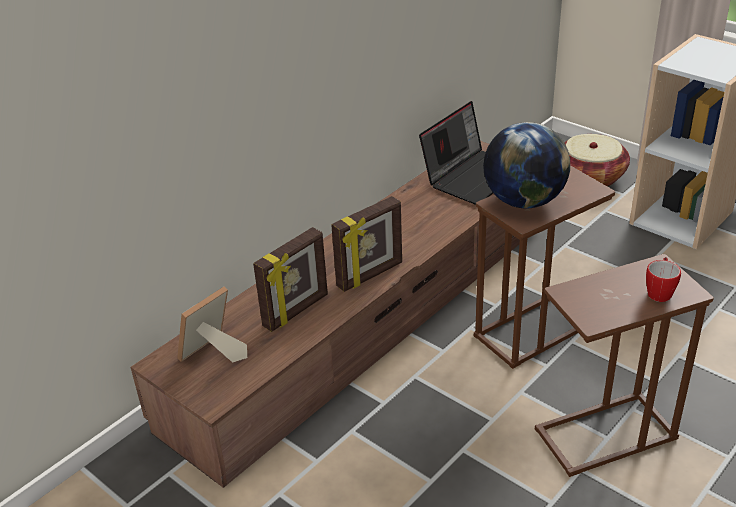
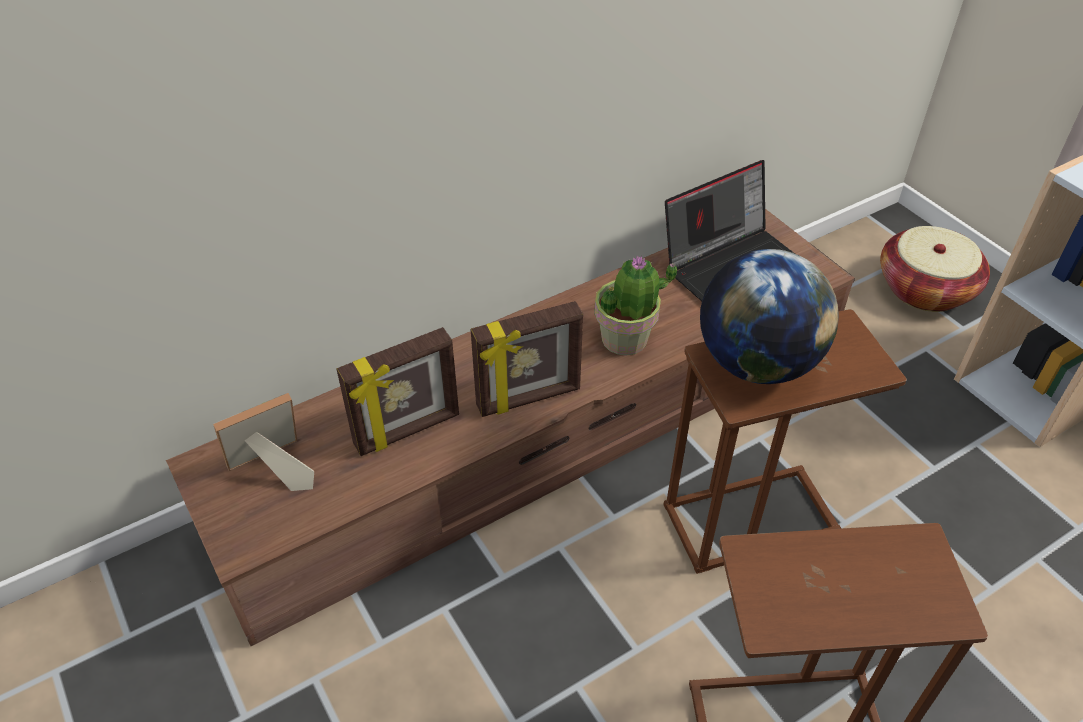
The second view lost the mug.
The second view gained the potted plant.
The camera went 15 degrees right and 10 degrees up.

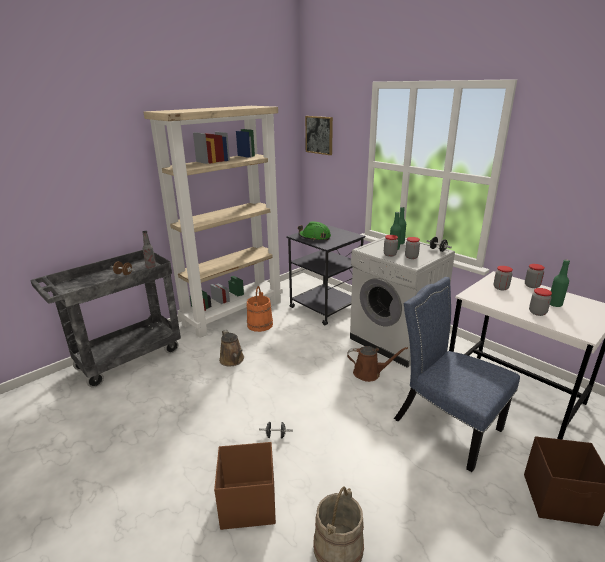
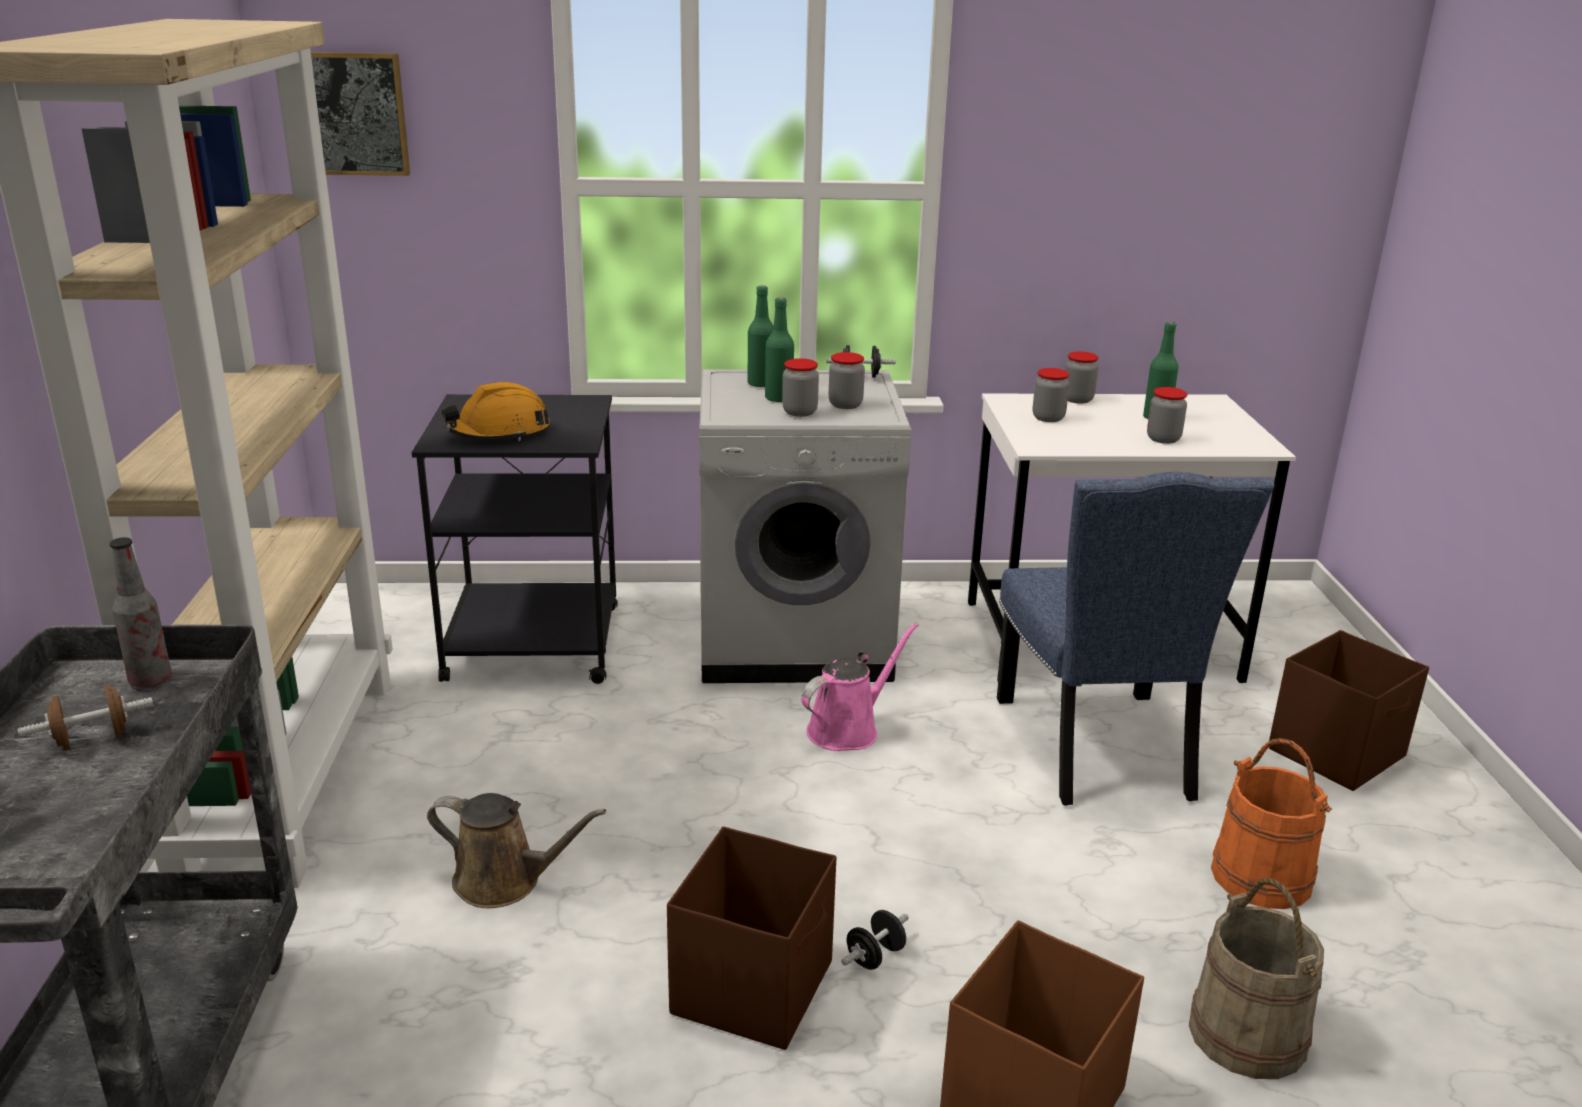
The orange bucket ended up elsewhere.
What was the green hard hat turned into the orange hard hat.
What was the brown watering can (no. 2 from left) turned into the pink watering can.
The blue chair ended up facing another way, 90 degrees counterclockwise from before.
The second view gained the brown storage box (no. 1 from left).
The camera went 50 degrees left and 0 degrees up.

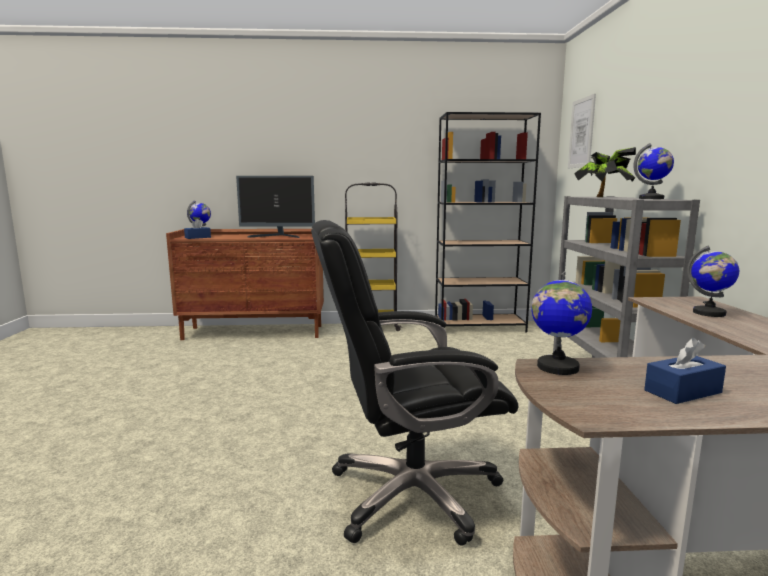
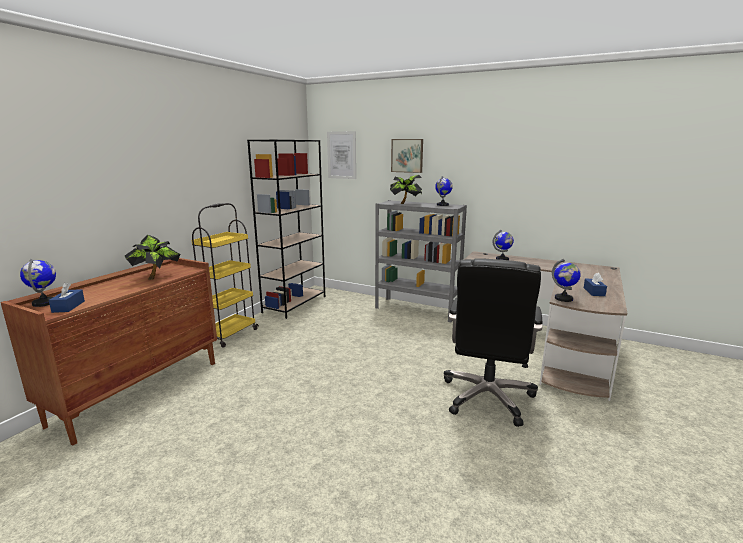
Where the monitor stood, the potted plant (no. 1 from left) came to stand.
The second view gained the picture (no. 2 from left).
The camera went 60 degrees left and 5 degrees up.

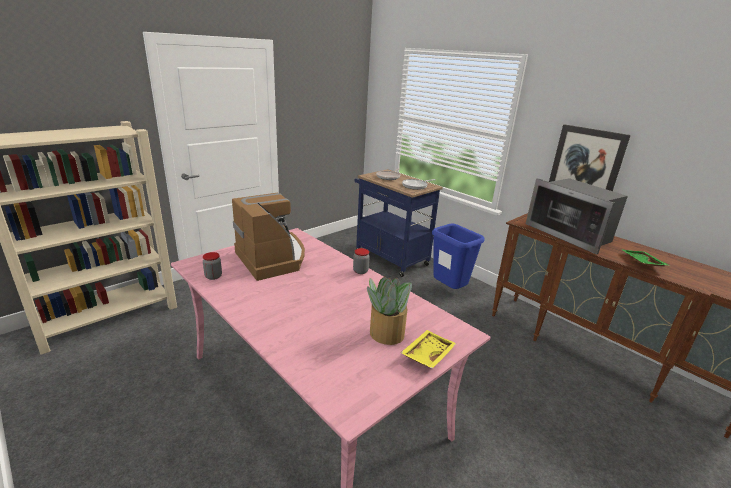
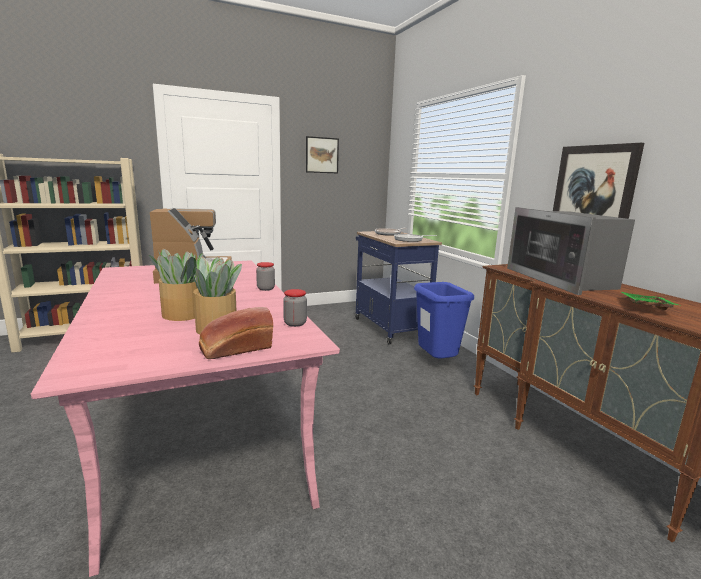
The jar (no. 1 from left in the first image) ended up elsewhere.
Where the yellow tray stood, the bread came to stand.
The second view gained the potted plant (no. 1 from left).
The second view gained the picture (no. 1 from left).
The camera went 20 degrees right and 10 degrees down.

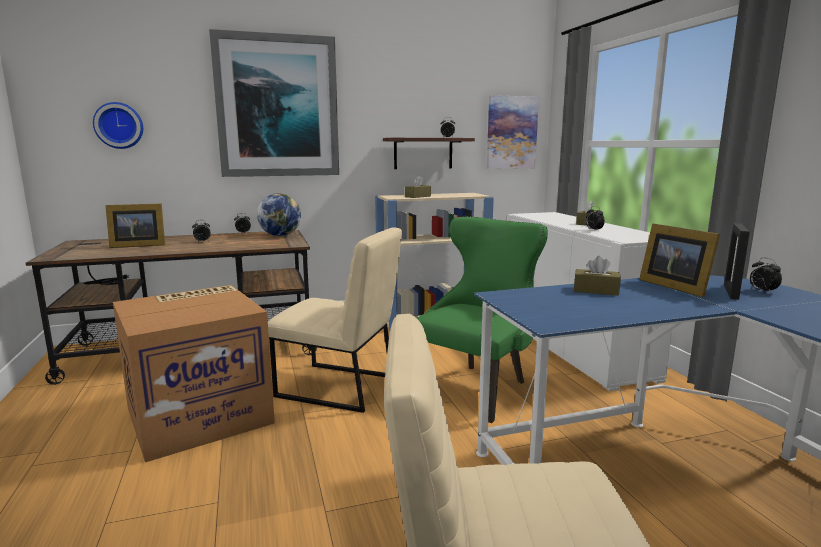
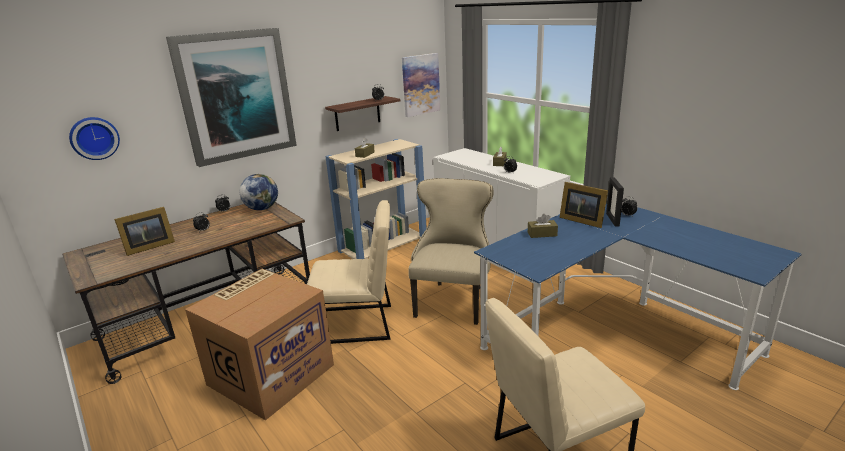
What was the green chair turned into the beige chair (no. 2 from left).
The camera went 20 degrees left and 10 degrees up.

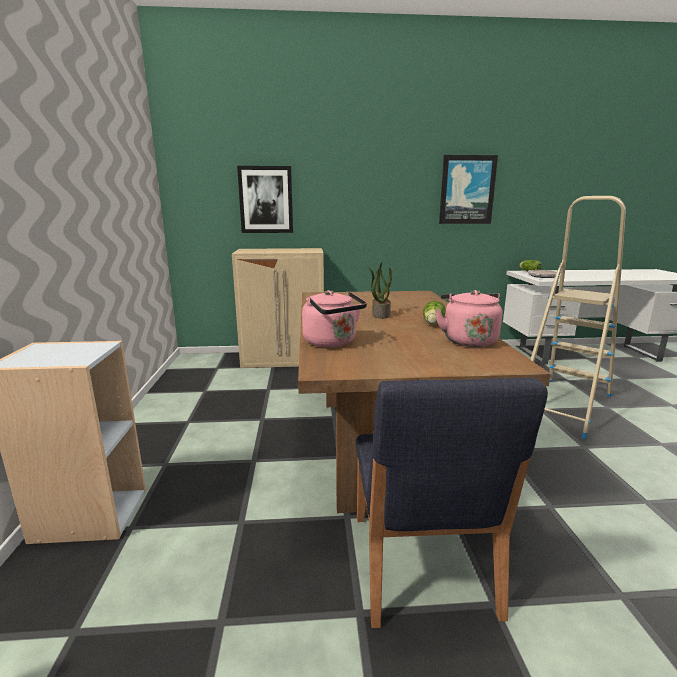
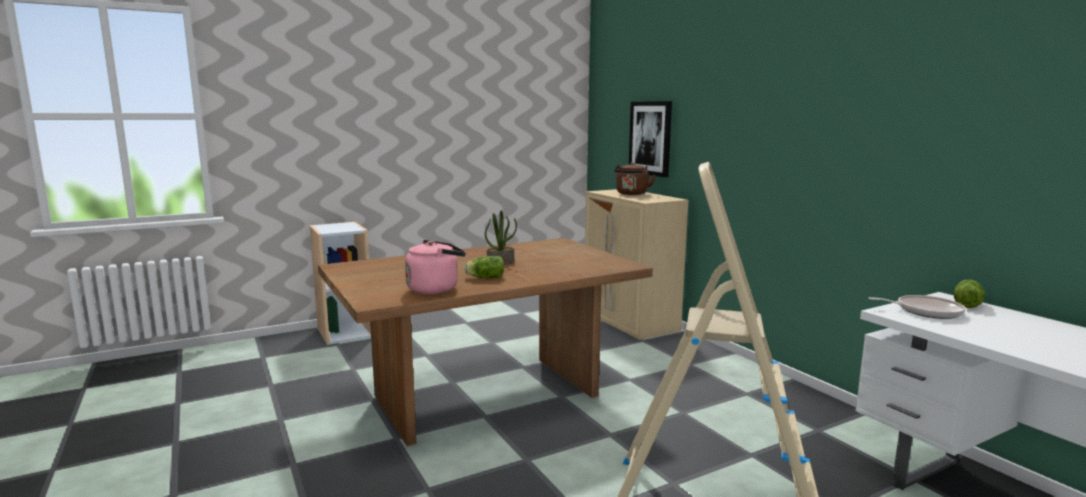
The second view lost the pink kettle (no. 1 from left).
The second view lost the blue chair.
The second view lost the picture (no. 2 from left).
The second view gained the brown kettle.
The camera went 65 degrees right and 5 degrees down.

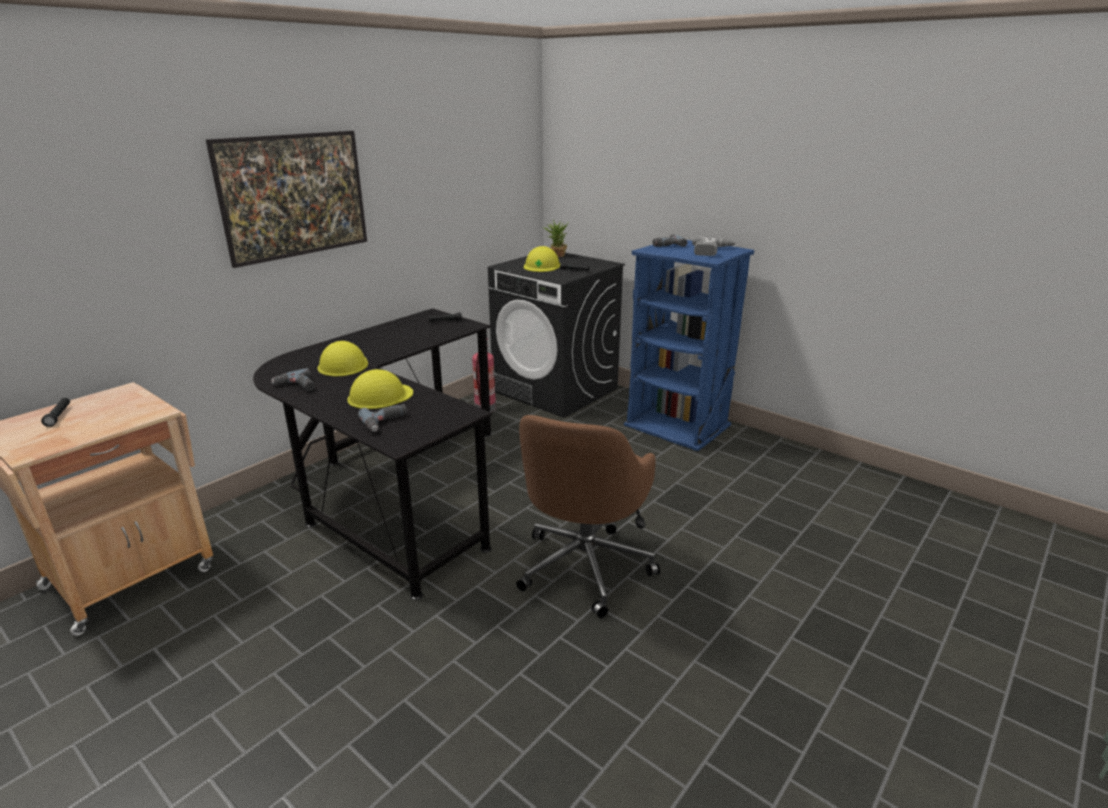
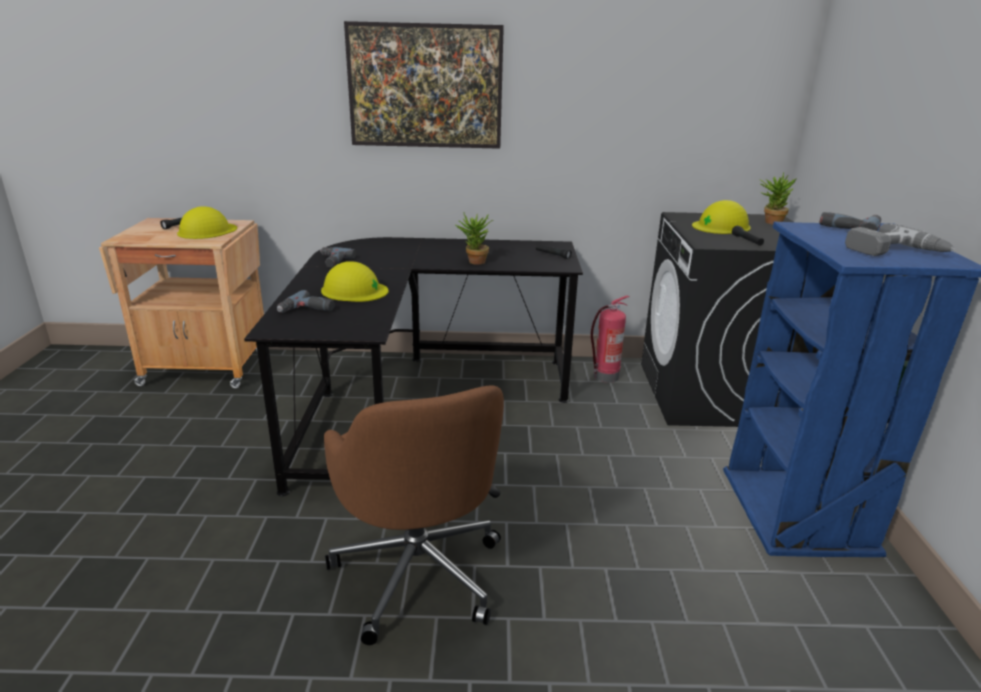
The yellow hard hat (no. 1 from left) ended up elsewhere.
The brown office chair ended up facing another way, 90 degrees counterclockwise from before.
The second view gained the potted plant (no. 1 from left).
The camera went 50 degrees right and 0 degrees up.

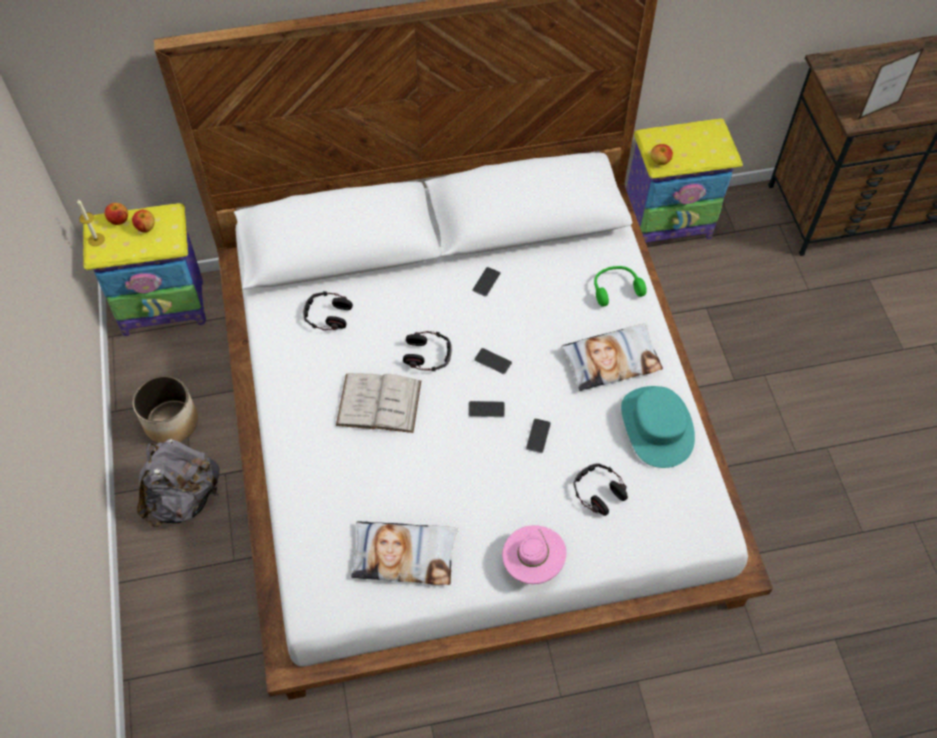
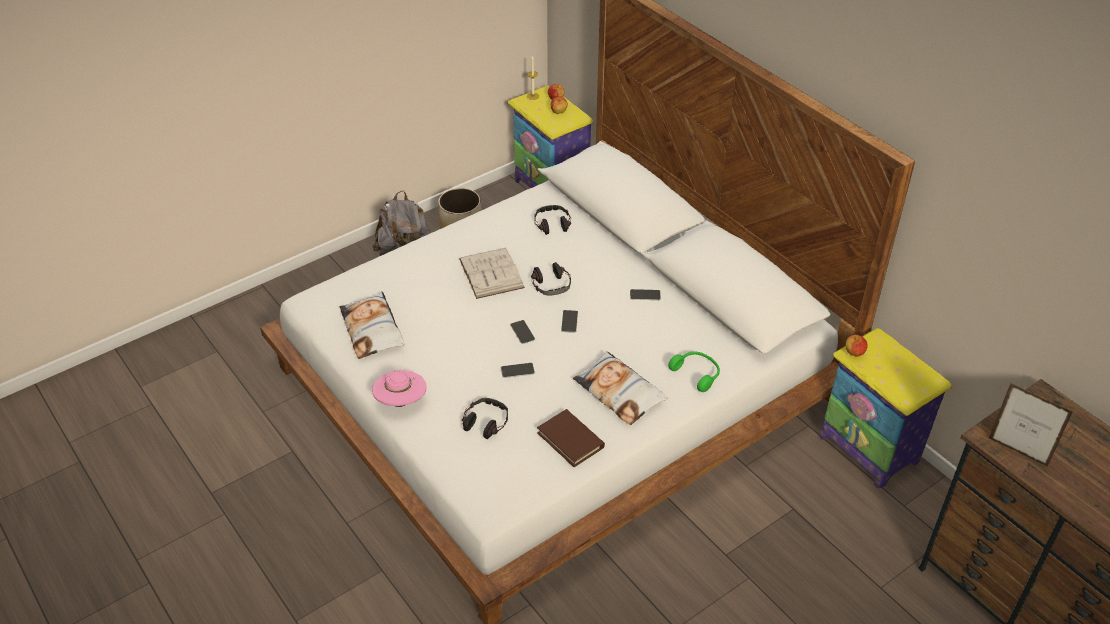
Where the turquoise hat stood, the brown book came to stand.
The camera went 65 degrees right and 15 degrees down.

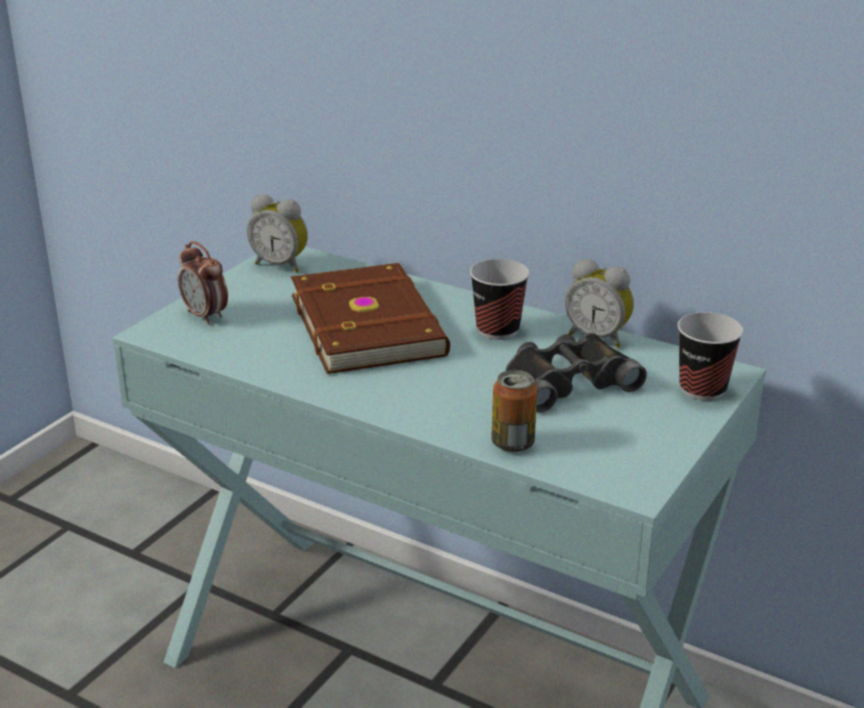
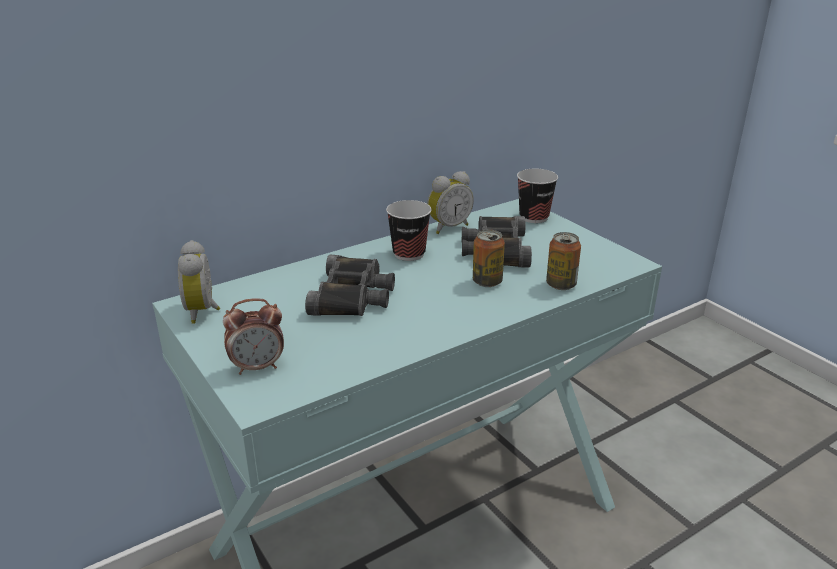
The alarm clock (no. 2 from left in the first image) ended up facing another way, 120 degrees clockwise from before.
Where the brown book stood, the black binoculars (no. 1 from left) came to stand.
The second view gained the can (no. 1 from left).
The camera went 65 degrees left and 0 degrees up.

